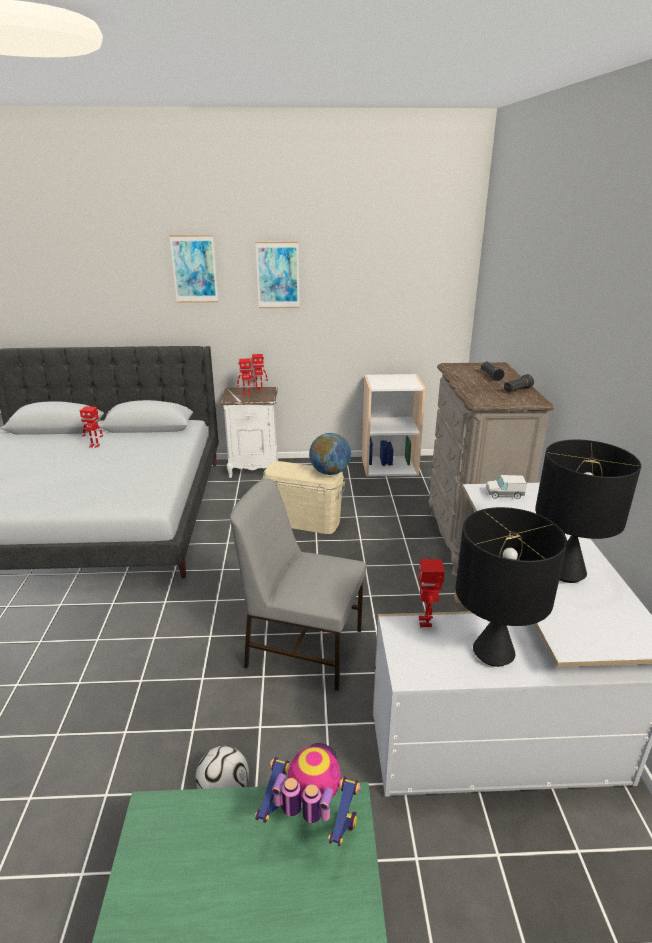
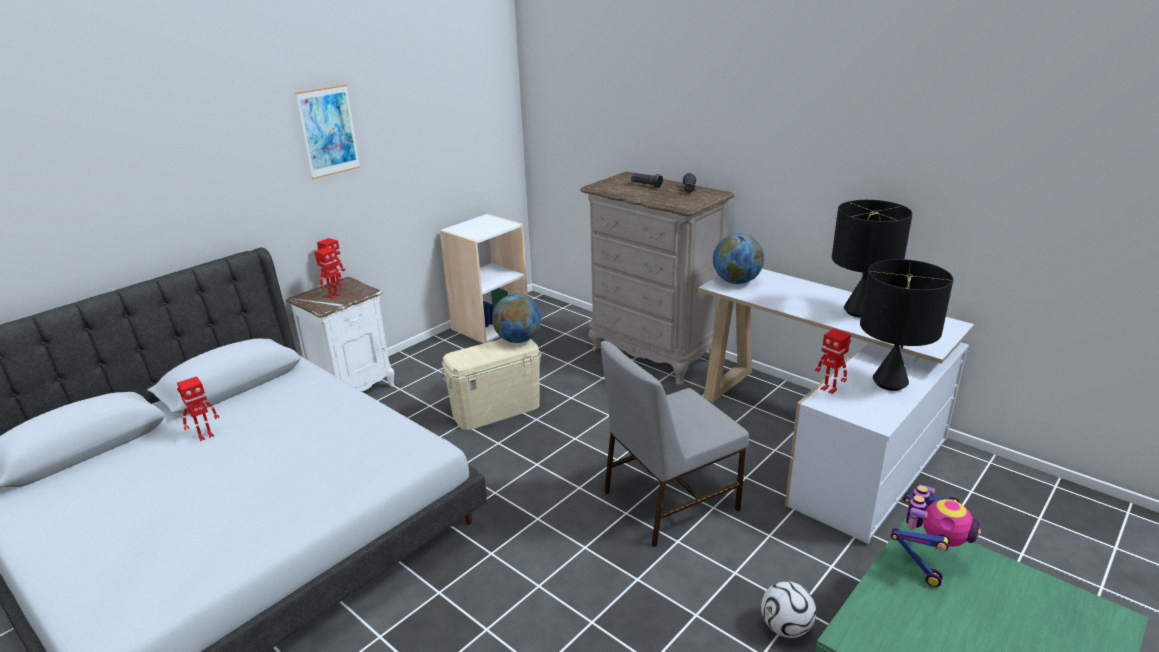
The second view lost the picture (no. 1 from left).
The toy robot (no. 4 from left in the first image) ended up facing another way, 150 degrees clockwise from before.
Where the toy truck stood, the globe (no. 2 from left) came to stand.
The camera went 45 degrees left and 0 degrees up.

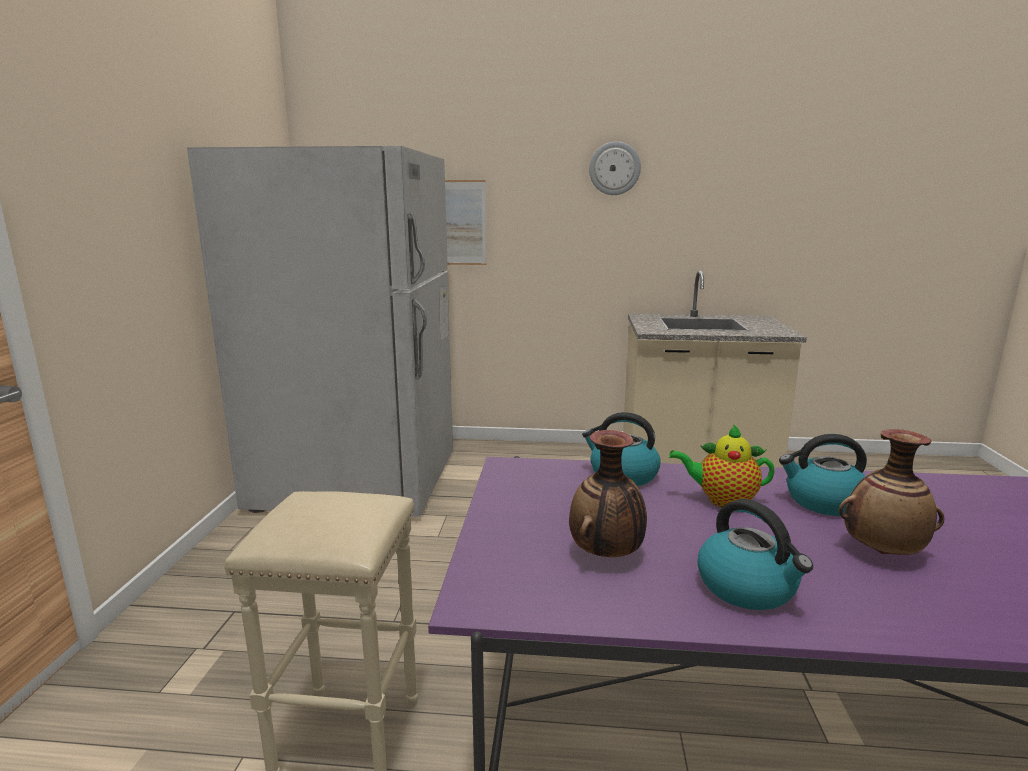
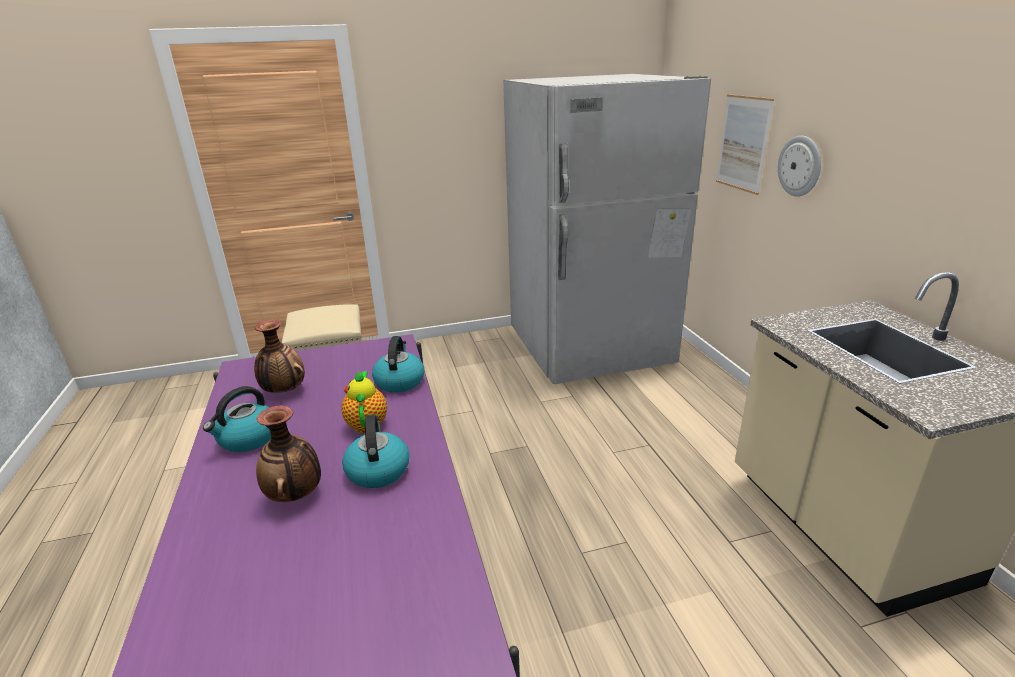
The wall clock ended up elsewhere.
The camera went 70 degrees right and 10 degrees up.

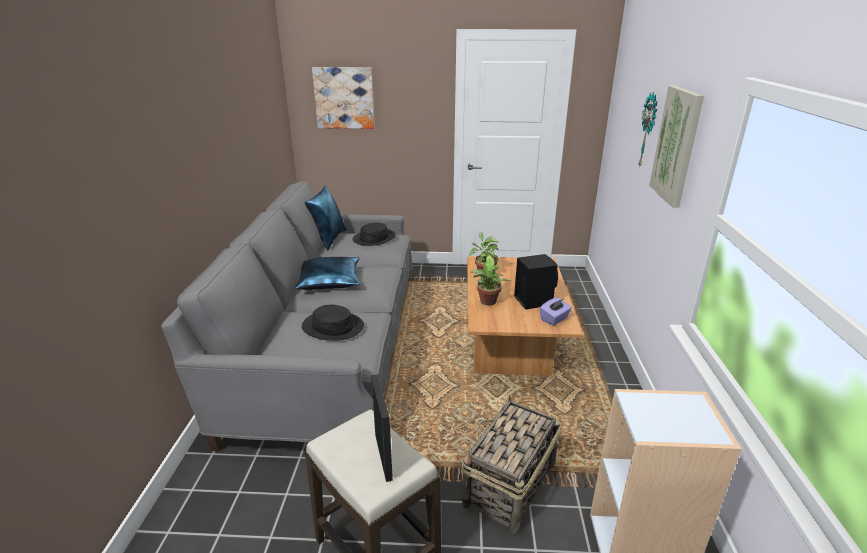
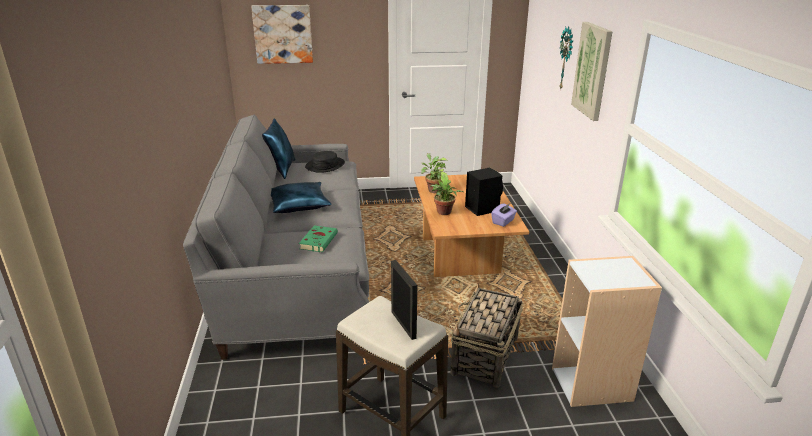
Where the black hat (no. 1 from left) stood, the green book came to stand.
The camera went 10 degrees left and 0 degrees up.

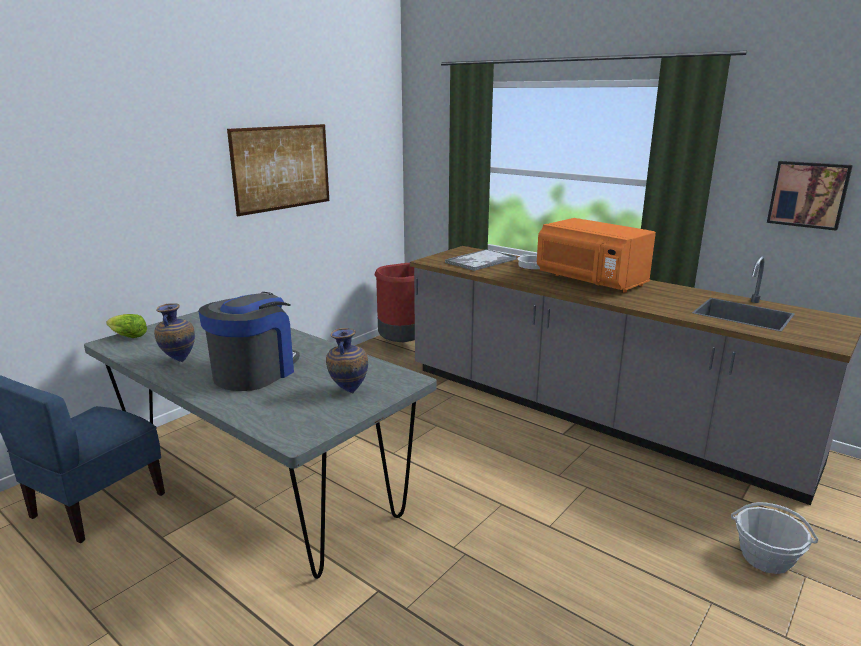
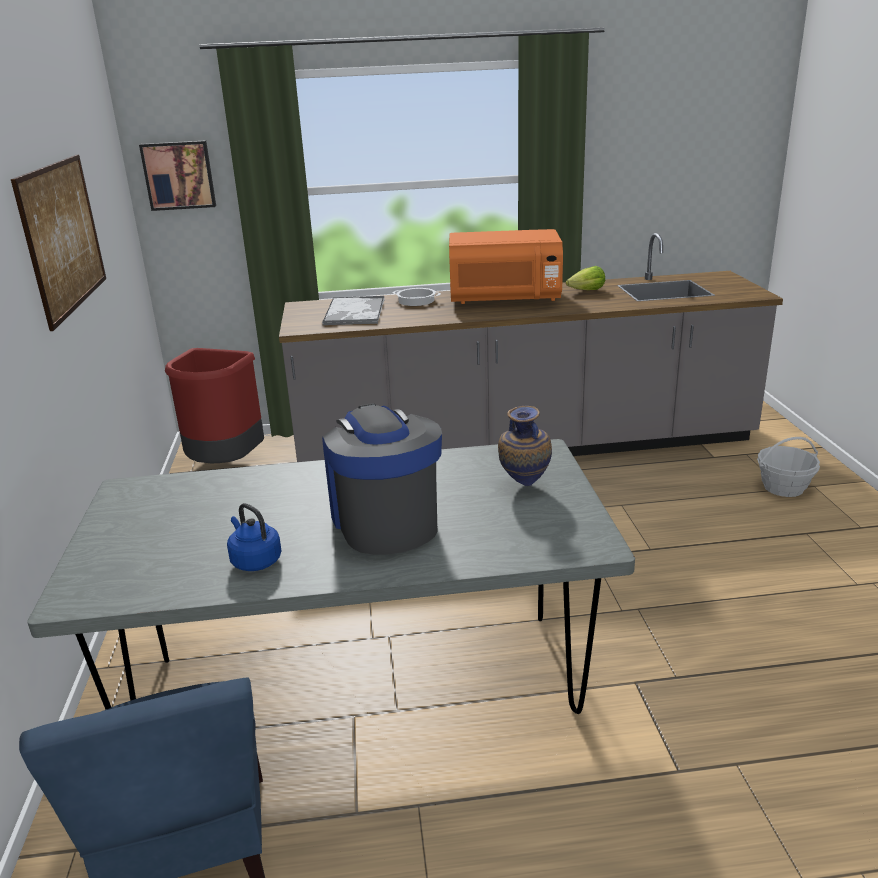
The lettuce ended up elsewhere.
Where the vase (no. 1 from left) stood, the blue kettle came to stand.
The picture (no. 2 from left) ended up elsewhere.
The camera went 45 degrees left and 5 degrees up.

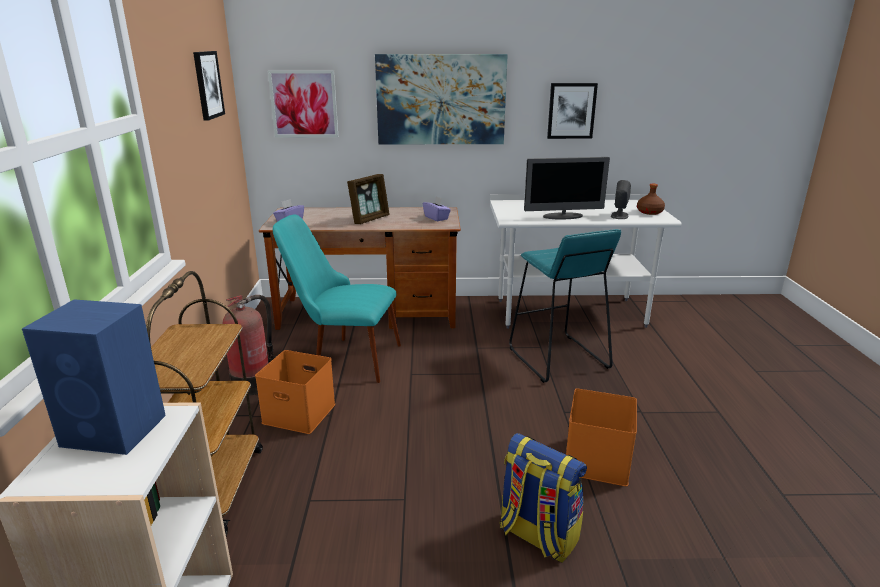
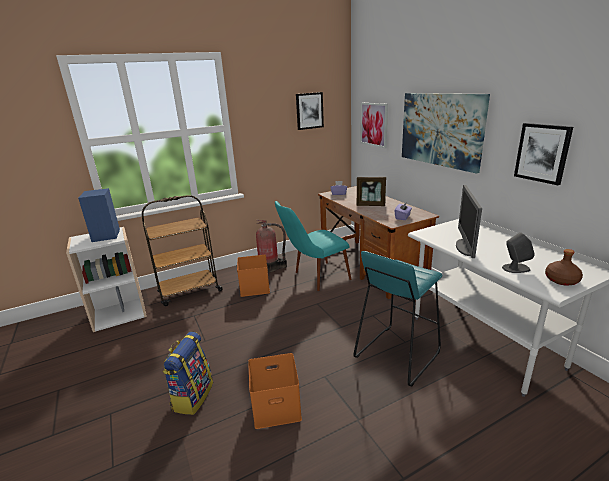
The turquoise chair ended up facing another way, 105 degrees counterclockwise from before.
The monitor ended up facing another way, 45 degrees clockwise from before.
The camera went 65 degrees right and 0 degrees up.

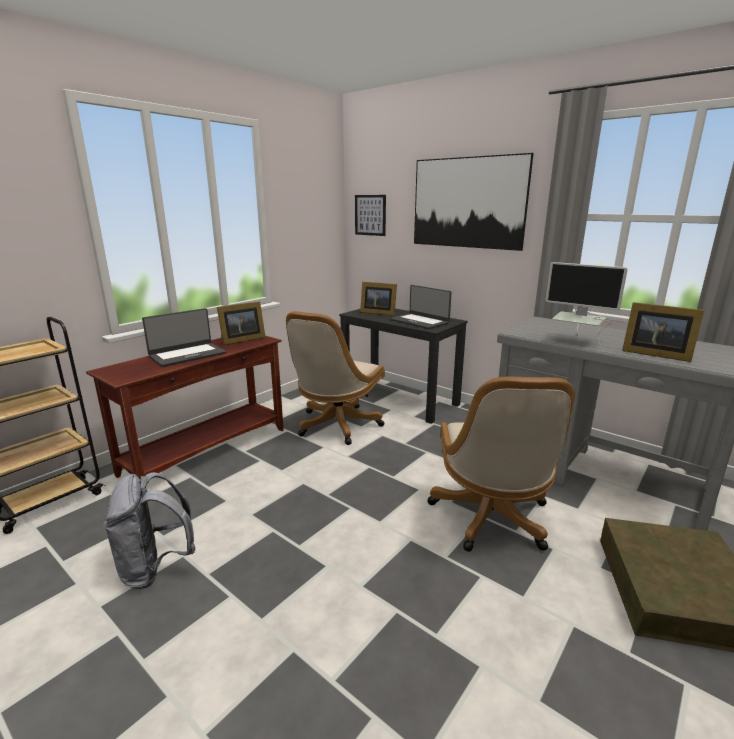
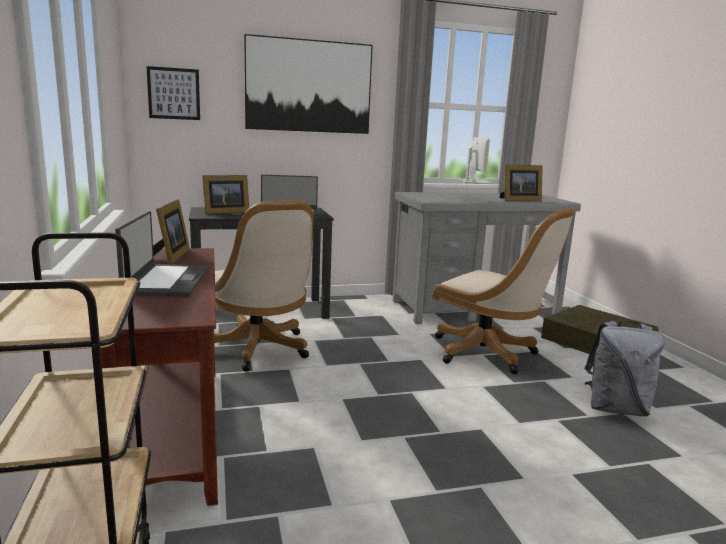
The grey backpack ended up elsewhere.
The monitor ended up facing another way, 75 degrees counterclockwise from before.
The camera went 55 degrees left and 5 degrees down.

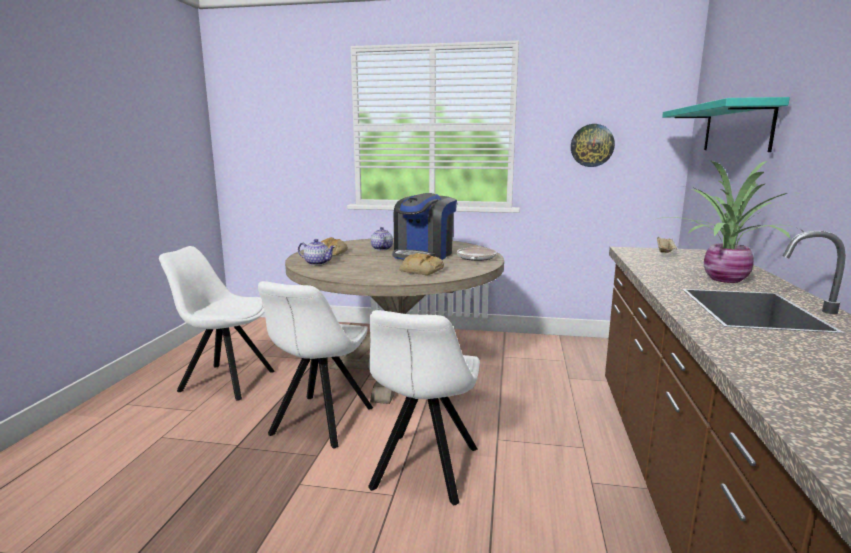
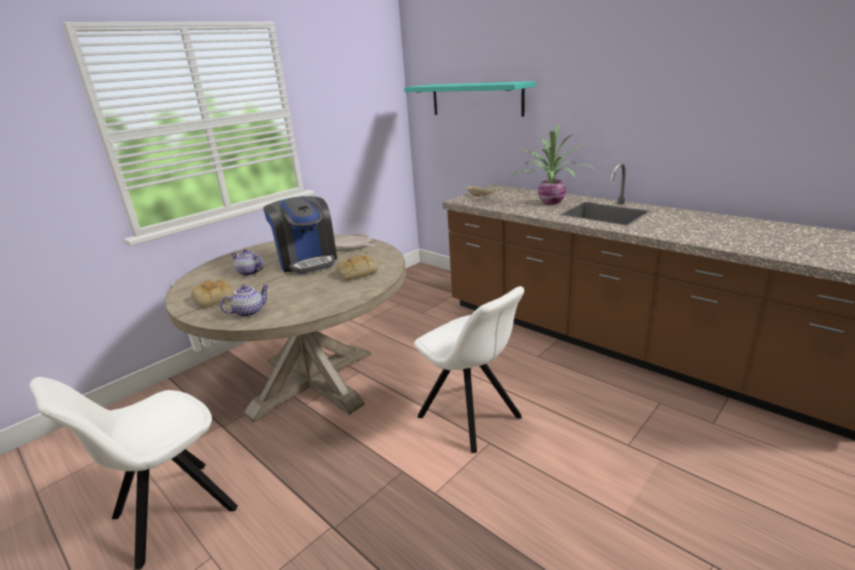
The second view lost the white chair (no. 2 from left).
The second view lost the wall clock.
The camera went 55 degrees left and 10 degrees up.

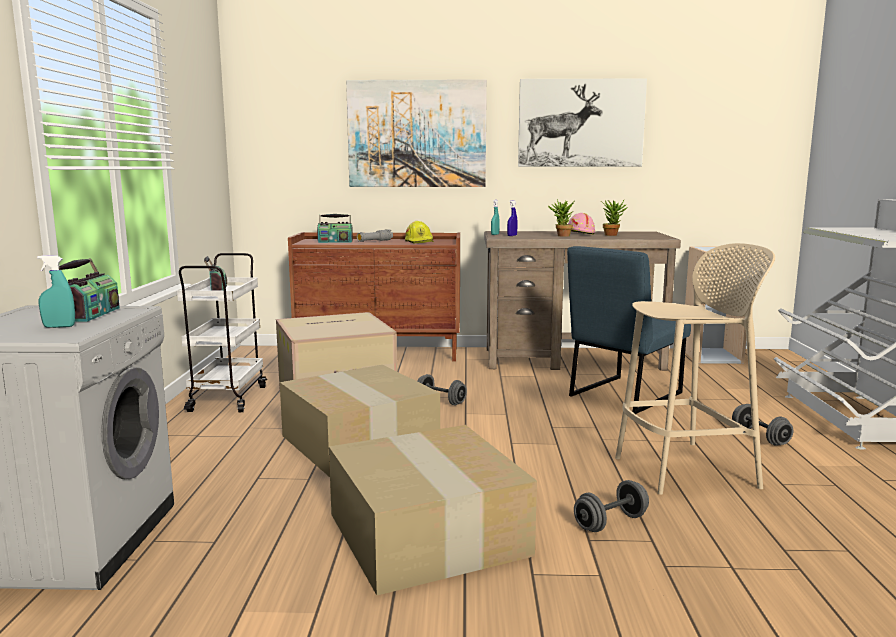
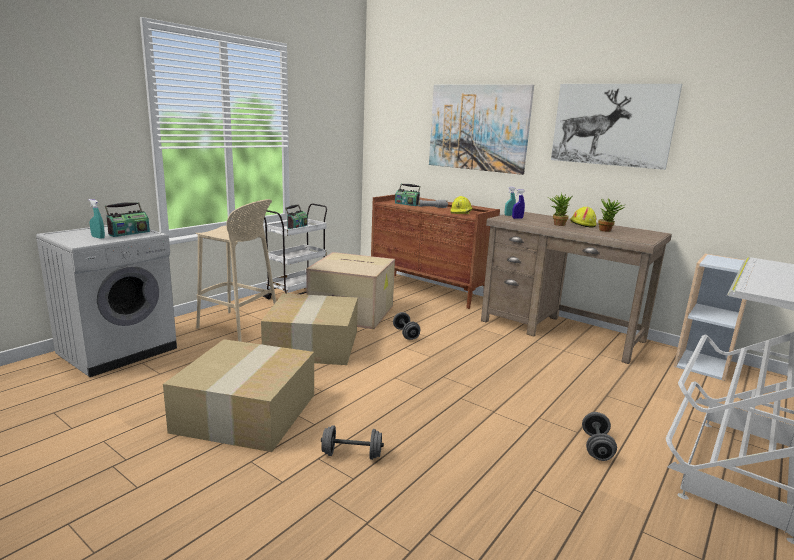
The second view lost the blue chair.
What was the pink hard hat turned into the yellow hard hat (no. 2 from left).
The beige stool ended up elsewhere.
The camera went 35 degrees right and 5 degrees up.

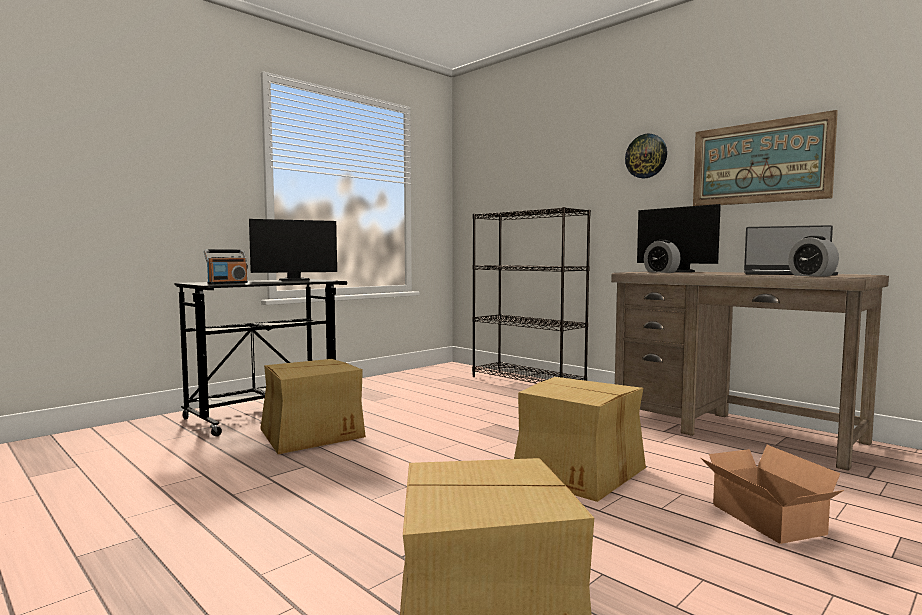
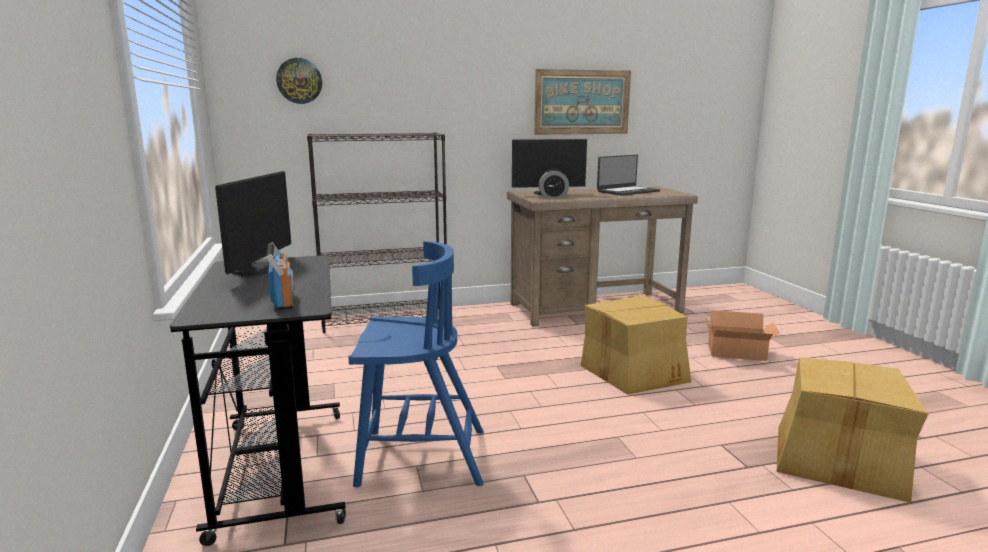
Where the cardboard box (no. 1 from left) stood, the blue chair came to stand.
The wall clock ended up elsewhere.
The second view lost the alarm clock (no. 2 from left).
The camera went 60 degrees left and 10 degrees up.

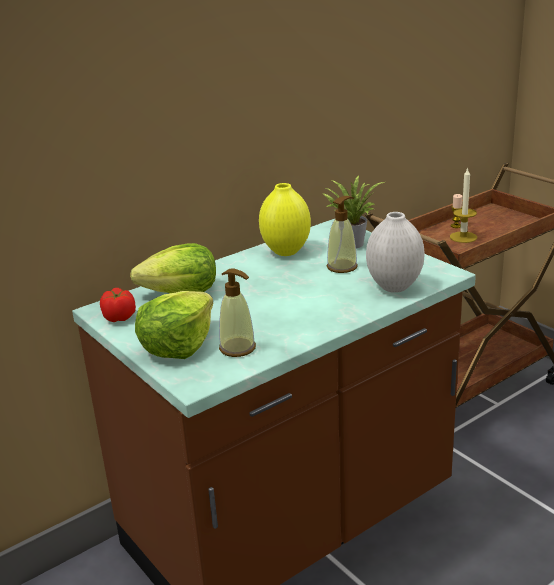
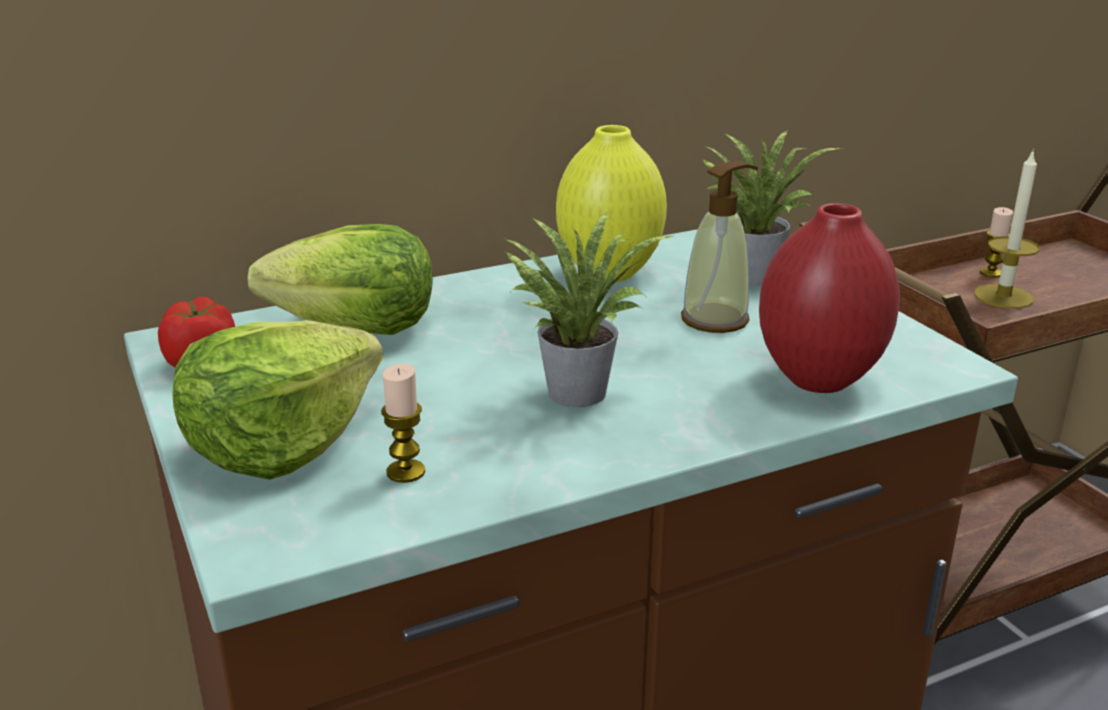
Where the soap dispenser (no. 1 from left) stood, the candle (no. 1 from left) came to stand.
What was the white vase turned into the red vase.
The second view gained the potted plant (no. 1 from left).
The camera went 10 degrees right and 0 degrees up.

